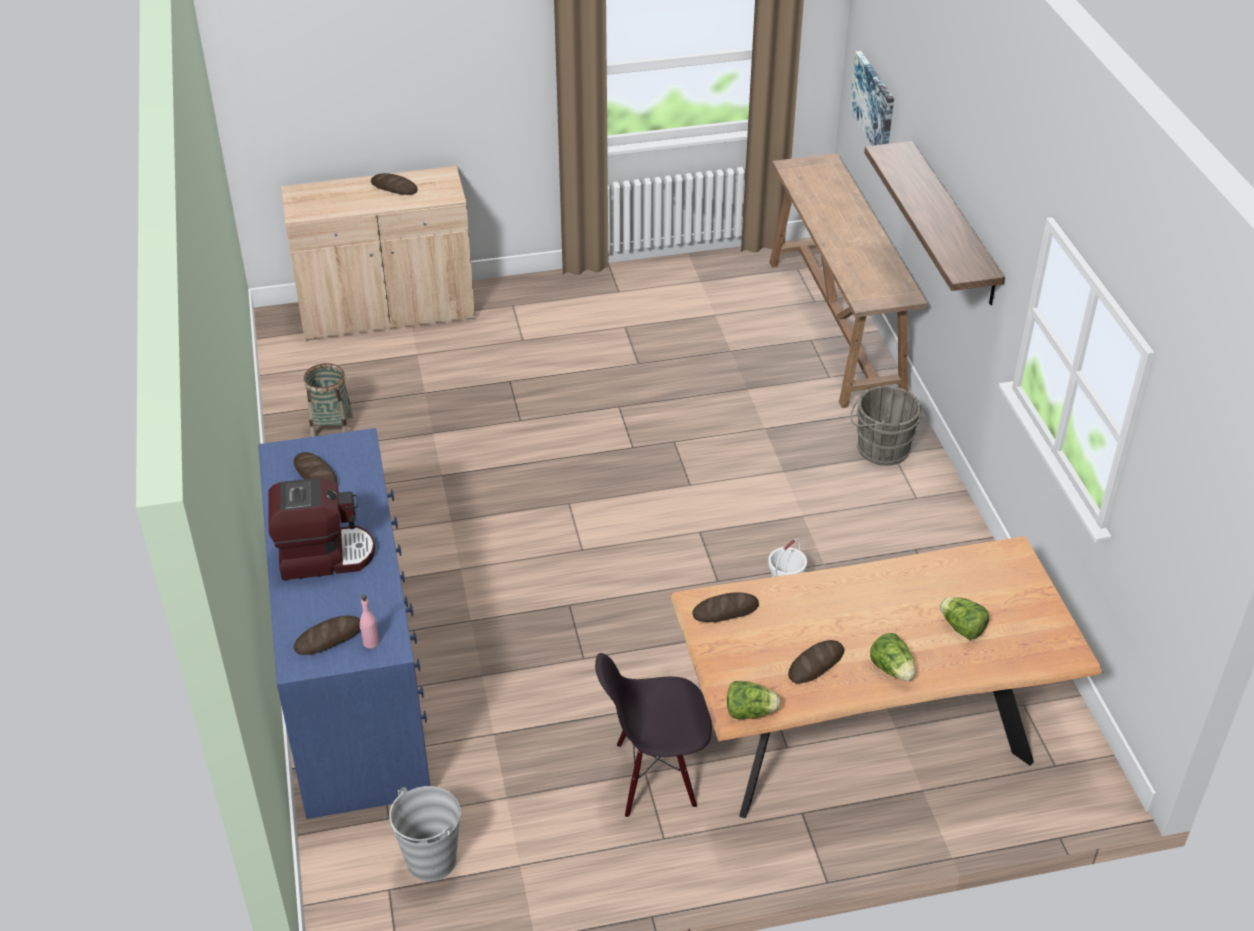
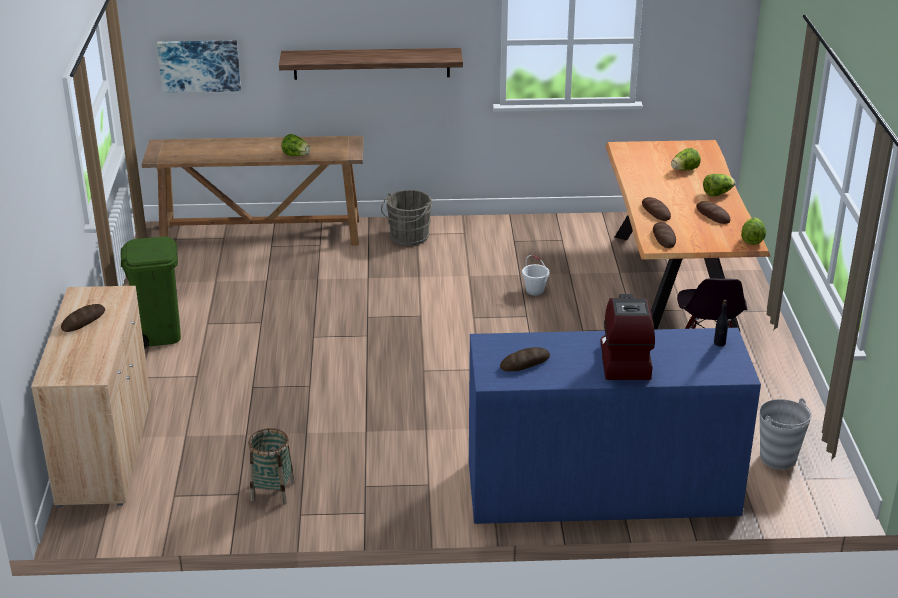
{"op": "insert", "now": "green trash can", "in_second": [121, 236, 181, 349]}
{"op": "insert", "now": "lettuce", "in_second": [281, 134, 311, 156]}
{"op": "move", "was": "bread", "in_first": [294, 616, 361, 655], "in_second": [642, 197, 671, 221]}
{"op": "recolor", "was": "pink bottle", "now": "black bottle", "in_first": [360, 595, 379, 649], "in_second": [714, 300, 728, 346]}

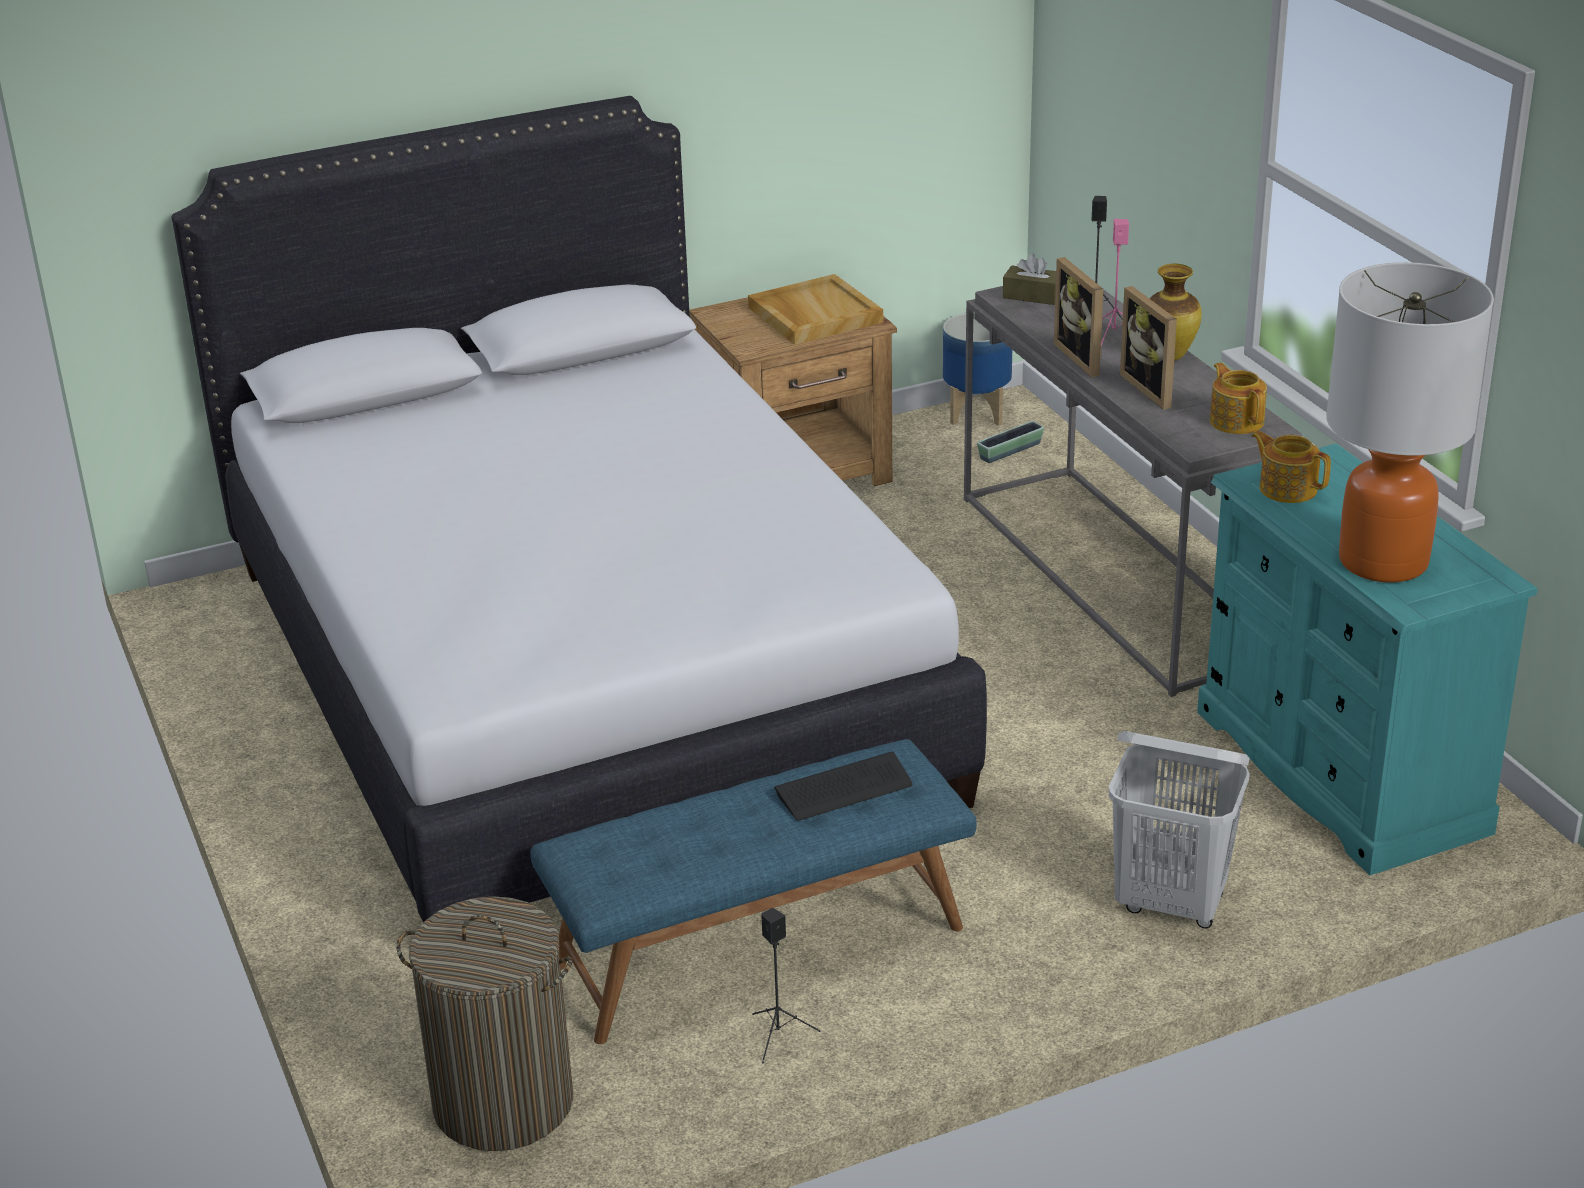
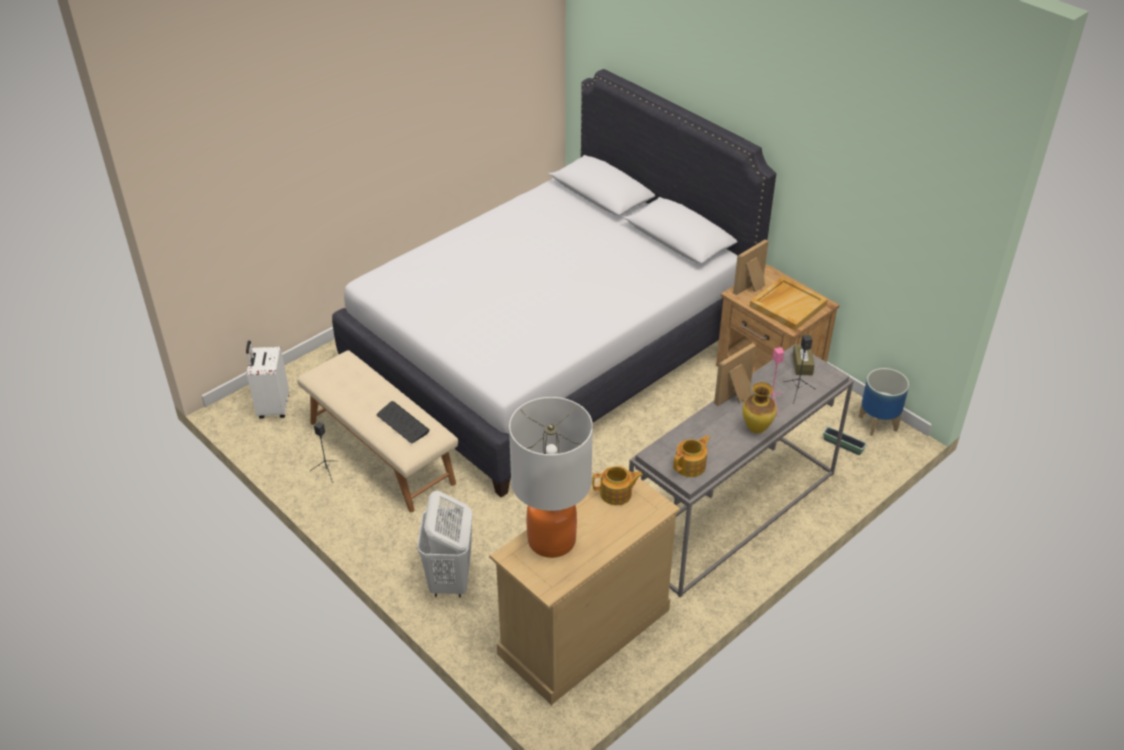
{"op": "replace", "was": "laundry basket", "now": "white suitcase", "in_first": [396, 896, 573, 1151], "in_second": [246, 340, 289, 419]}
{"op": "recolor", "was": "blue bench", "now": "beige bench", "in_first": [530, 739, 977, 1044], "in_second": [297, 350, 458, 512]}
{"op": "recolor", "was": "turquoise dresser", "now": "beige dresser", "in_first": [1197, 443, 1538, 875], "in_second": [489, 465, 680, 705]}
{"op": "rotate", "was": "teapot", "in_first": [1251, 431, 1331, 503], "in_second": [592, 466, 643, 505], "clockwise": 60}
{"op": "move", "was": "picture frame", "in_first": [1120, 286, 1177, 410], "in_second": [733, 239, 769, 295]}

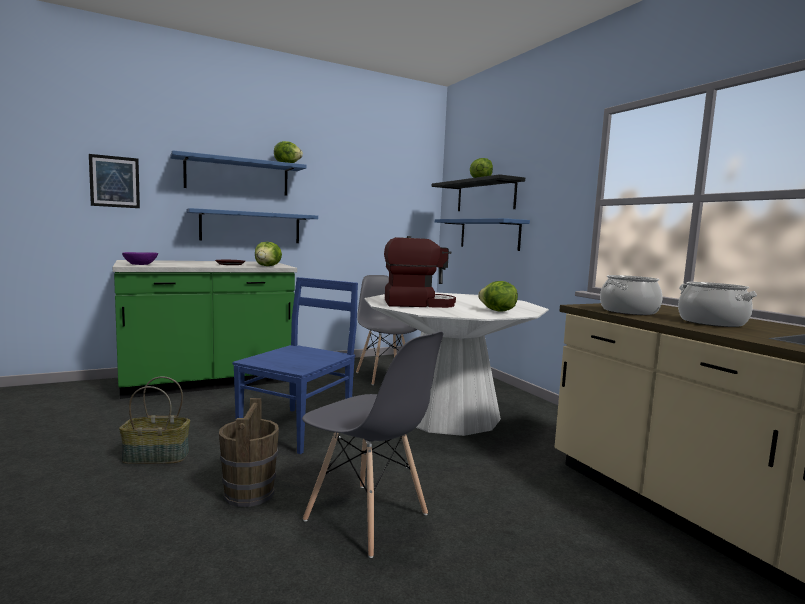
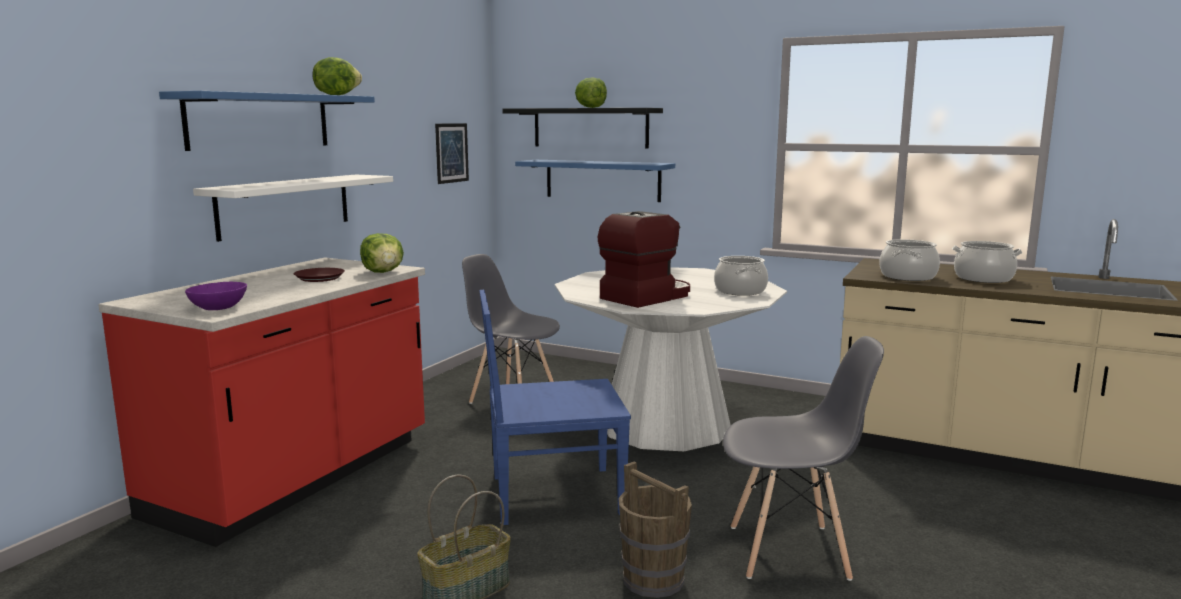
{"op": "recolor", "was": "green counter", "now": "red counter", "in_first": [113, 260, 297, 399], "in_second": [98, 257, 425, 547]}
{"op": "recolor", "was": "blue shelf", "now": "white shelf", "in_first": [186, 208, 318, 243], "in_second": [193, 175, 393, 242]}
{"op": "move", "was": "picture", "in_first": [89, 154, 140, 208], "in_second": [435, 123, 469, 184]}
{"op": "rotate", "was": "blue chair", "in_first": [232, 277, 358, 454], "in_second": [479, 290, 631, 525], "clockwise": -90}
{"op": "replace", "was": "lettuce", "now": "cooking pot", "in_first": [478, 281, 518, 311], "in_second": [714, 256, 768, 296]}

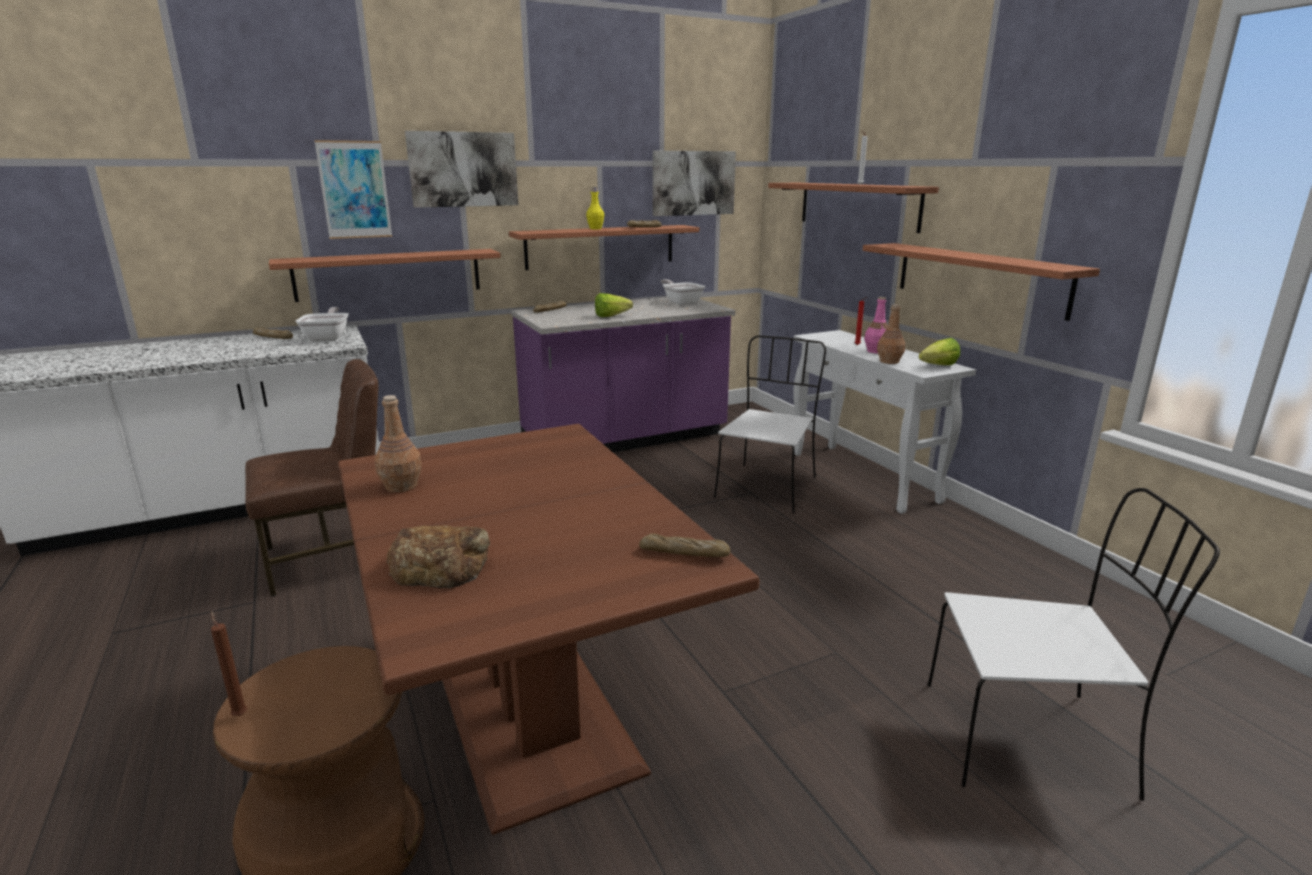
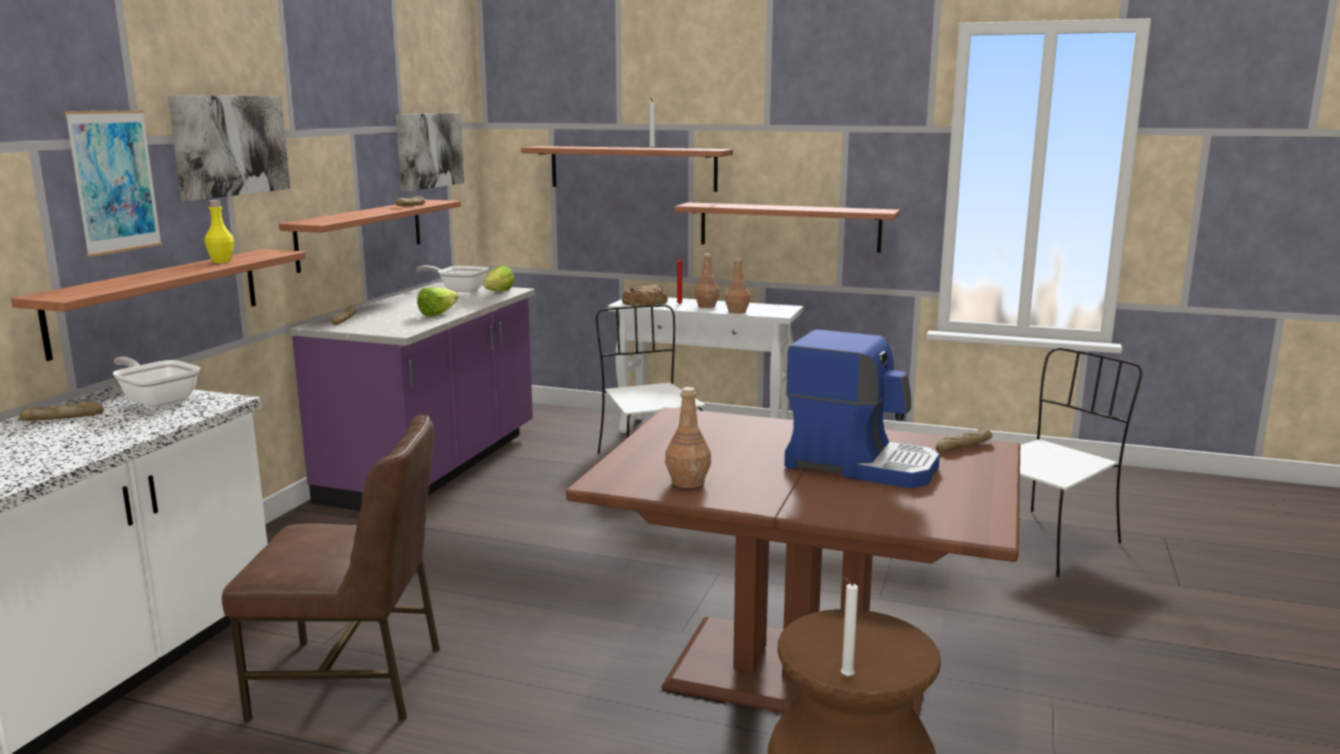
{"op": "move", "was": "yellow bottle", "in_first": [586, 187, 604, 229], "in_second": [204, 200, 234, 263]}
{"op": "rotate", "was": "brown chair", "in_first": [245, 359, 378, 597], "in_second": [222, 415, 440, 722], "clockwise": 75}
{"op": "move", "was": "lettuce", "in_first": [919, 338, 960, 365], "in_second": [484, 265, 515, 291]}
{"op": "move", "was": "bread", "in_first": [387, 525, 490, 588], "in_second": [622, 284, 668, 306]}
{"op": "recolor", "was": "pink bottle", "now": "brown bottle", "in_first": [864, 297, 888, 354], "in_second": [695, 253, 719, 308]}
{"op": "insert", "now": "coffee machine", "in_second": [784, 329, 940, 488]}
{"op": "recolor", "was": "brown candle", "now": "white candle", "in_first": [211, 611, 247, 716], "in_second": [841, 576, 858, 677]}

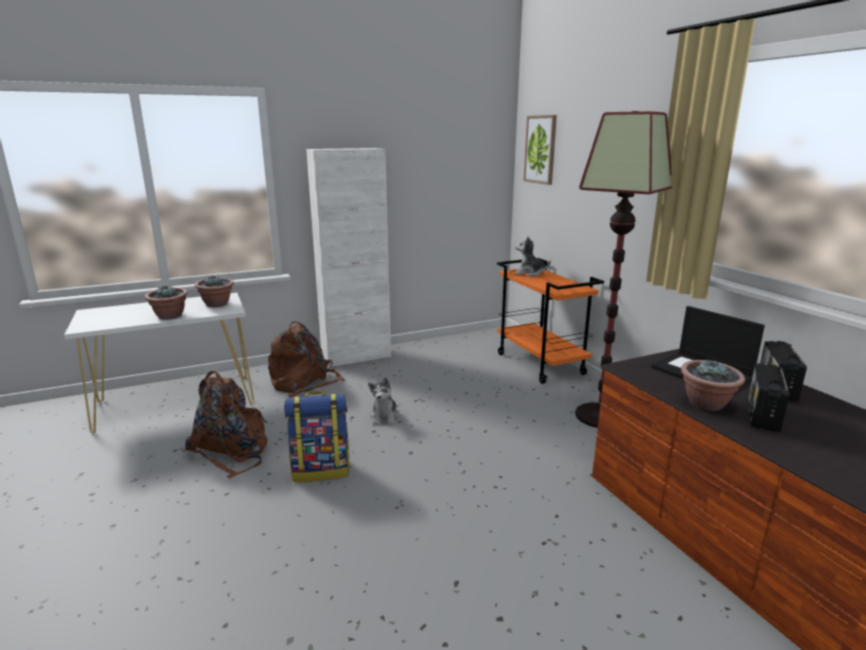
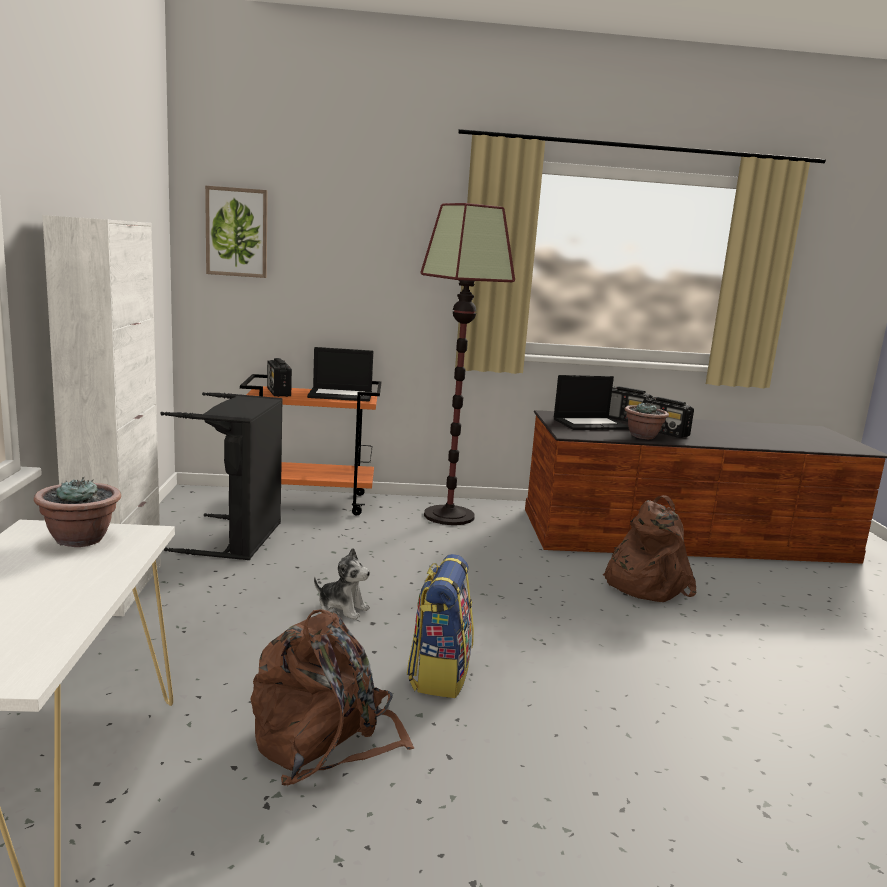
{"op": "insert", "now": "black laundry basket", "in_second": [160, 392, 283, 560]}
{"op": "replace", "was": "plush toy", "now": "radio", "in_first": [515, 236, 551, 276], "in_second": [267, 358, 292, 397]}
{"op": "insert", "now": "laptop", "in_second": [307, 347, 373, 402]}
{"op": "move", "was": "brown backpack", "in_first": [268, 321, 345, 398], "in_second": [603, 495, 696, 602]}
{"op": "delete", "was": "potted plant", "in_first": [145, 285, 188, 320]}

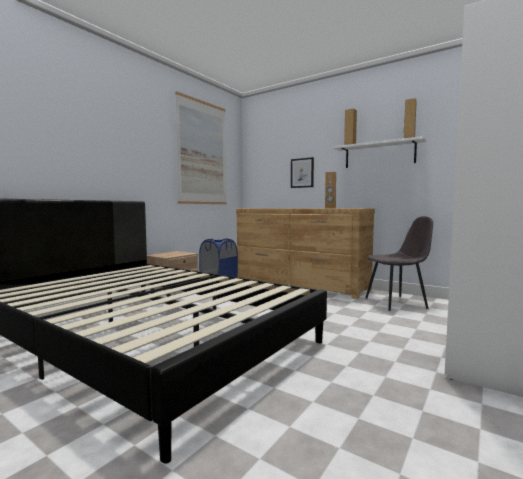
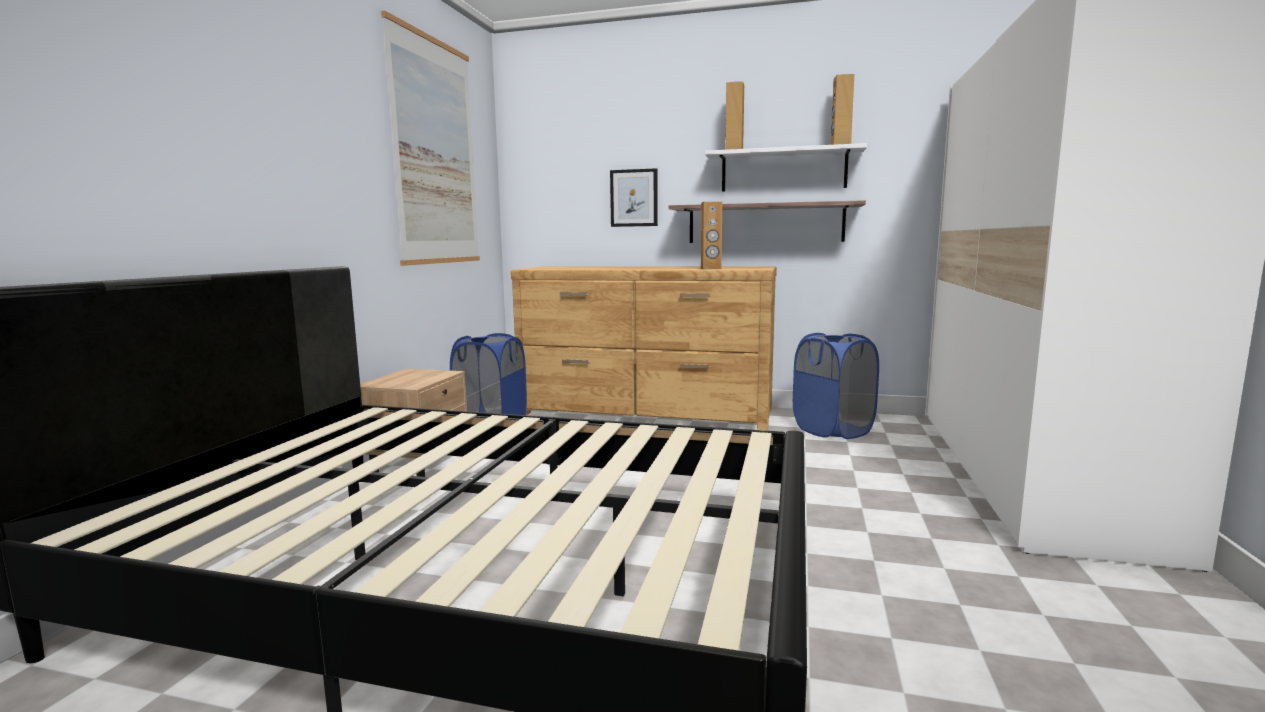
{"op": "insert", "now": "shelf", "in_second": [669, 200, 866, 243]}
{"op": "replace", "was": "grey chair", "now": "blue laundry basket", "in_first": [366, 216, 433, 311], "in_second": [793, 333, 879, 439]}

